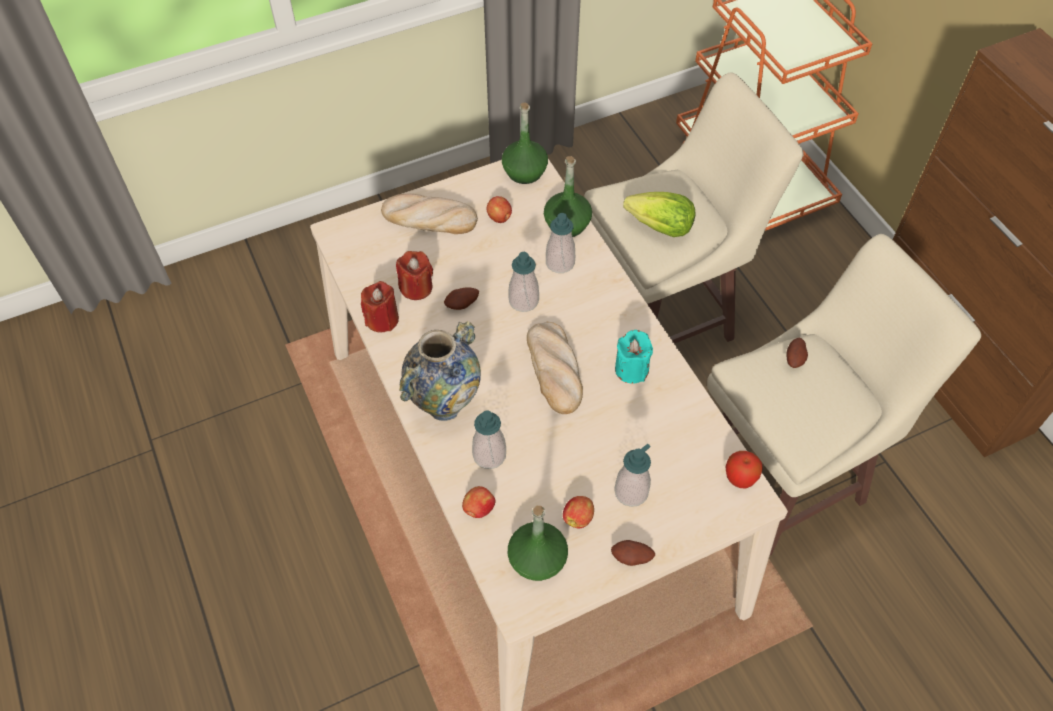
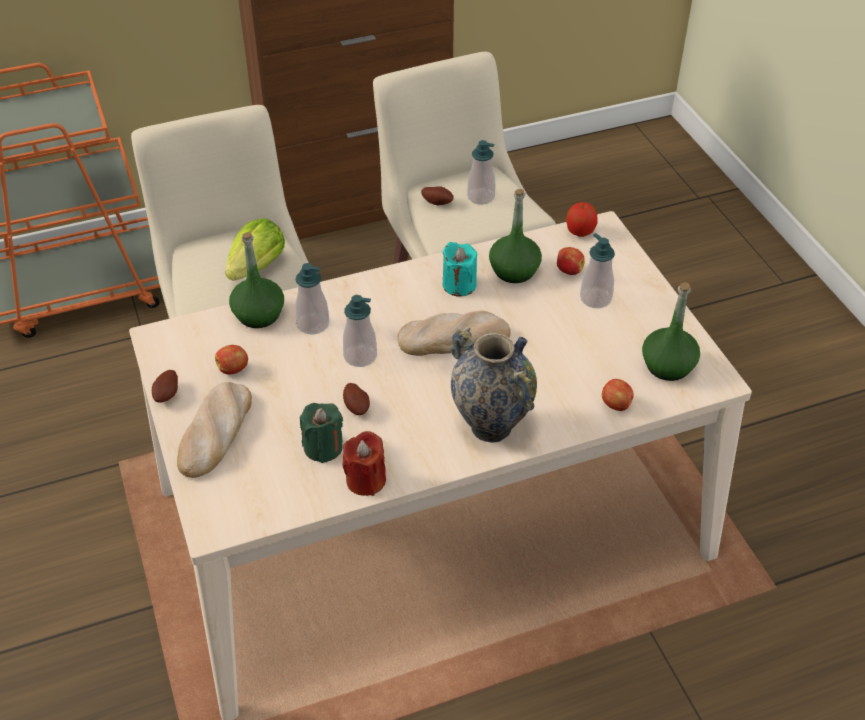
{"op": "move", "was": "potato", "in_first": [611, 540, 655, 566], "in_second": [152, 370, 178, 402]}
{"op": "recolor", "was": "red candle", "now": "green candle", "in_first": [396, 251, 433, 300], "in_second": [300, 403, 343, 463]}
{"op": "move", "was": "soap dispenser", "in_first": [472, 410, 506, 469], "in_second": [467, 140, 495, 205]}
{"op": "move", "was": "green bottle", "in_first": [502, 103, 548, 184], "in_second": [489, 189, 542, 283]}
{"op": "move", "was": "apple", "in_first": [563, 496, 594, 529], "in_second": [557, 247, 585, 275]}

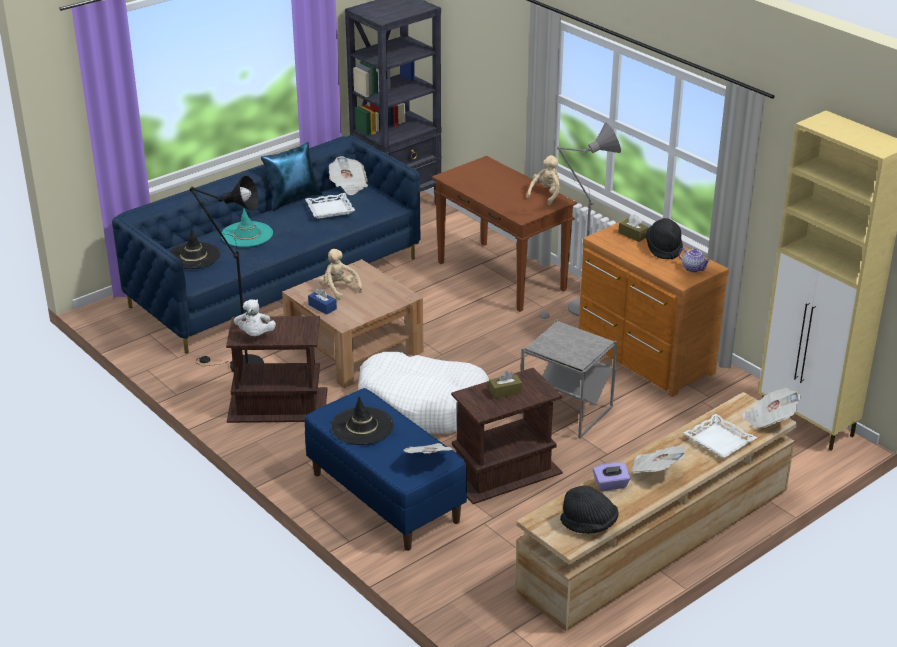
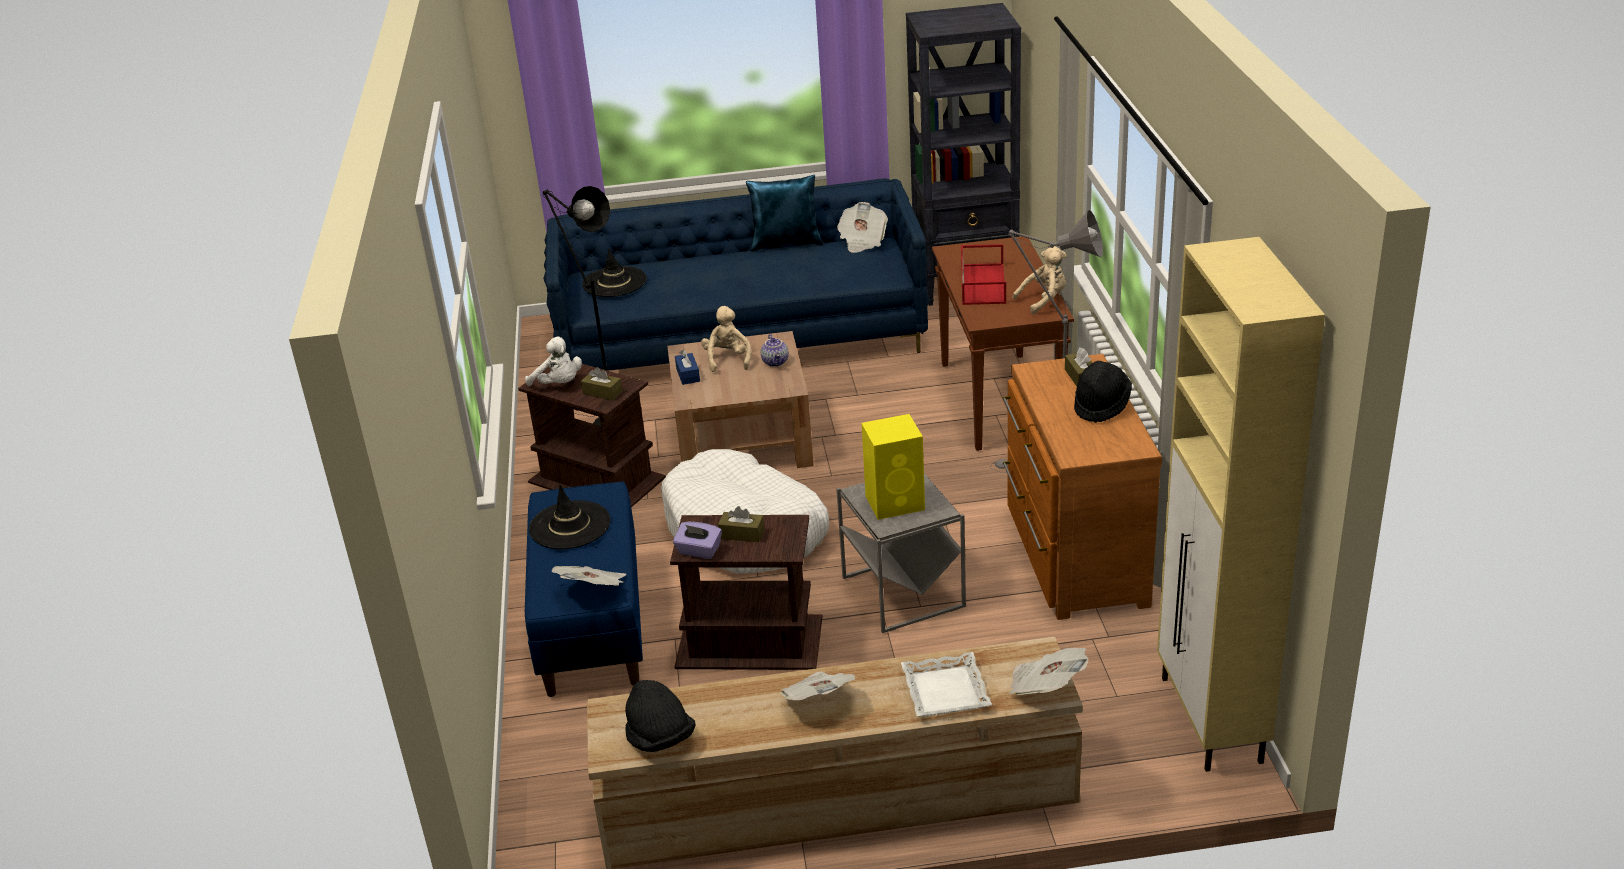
{"op": "rotate", "was": "white plush toy", "in_first": [234, 299, 276, 336], "in_second": [525, 337, 582, 386], "clockwise": -75}
{"op": "insert", "now": "brown tissue box", "in_second": [581, 367, 623, 401]}
{"op": "move", "was": "purple tissue box", "in_first": [593, 462, 631, 491], "in_second": [673, 522, 722, 559]}
{"op": "move", "was": "teapot", "in_first": [678, 248, 710, 273], "in_second": [760, 334, 789, 367]}
{"op": "insert", "now": "yellow speaker", "in_second": [862, 414, 925, 520]}
{"op": "insert", "now": "red tray", "in_second": [961, 244, 1006, 305]}
{"op": "delete", "was": "turquoise hat", "in_first": [221, 208, 273, 247]}
{"op": "delete", "was": "white tray", "in_first": [305, 193, 355, 219]}

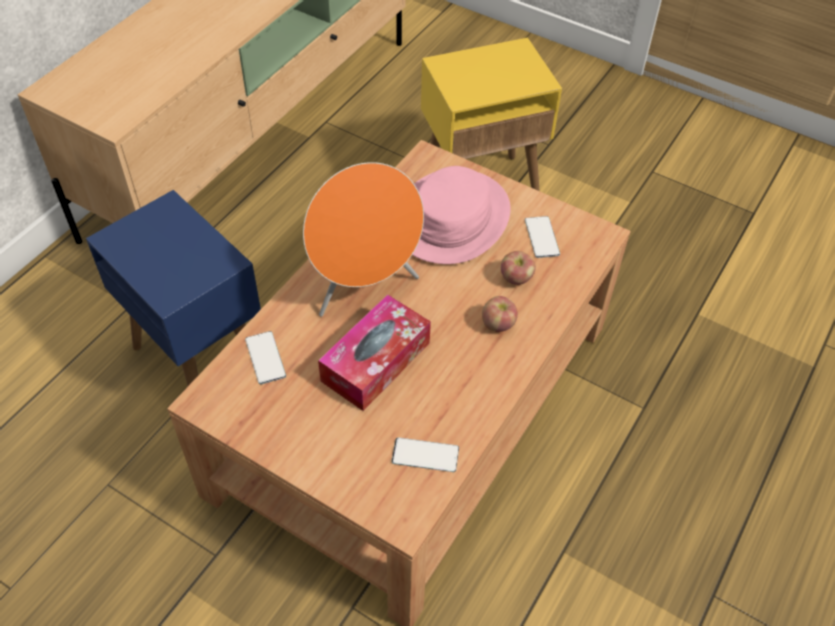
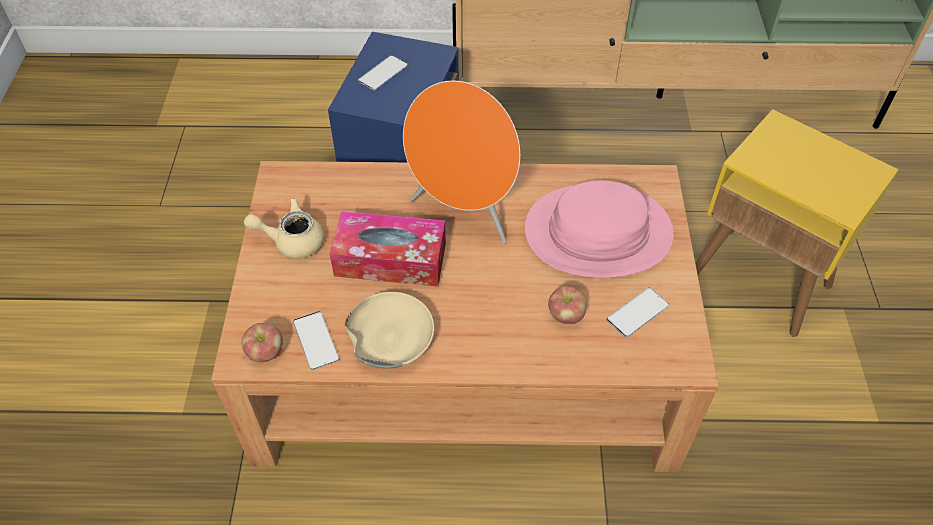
{"op": "move", "was": "apple", "in_first": [482, 296, 518, 332], "in_second": [242, 323, 283, 362]}
{"op": "insert", "now": "beige teapot", "in_second": [244, 198, 324, 258]}
{"op": "insert", "now": "beige bowl", "in_second": [345, 292, 434, 369]}
{"op": "move", "was": "phone", "in_first": [245, 331, 286, 384], "in_second": [358, 55, 408, 90]}

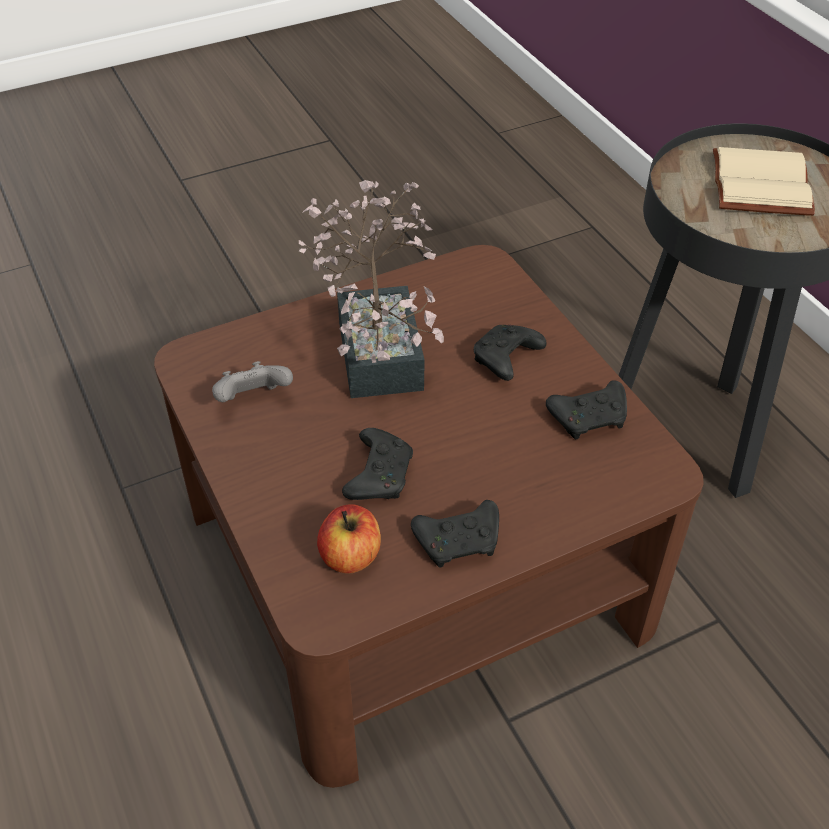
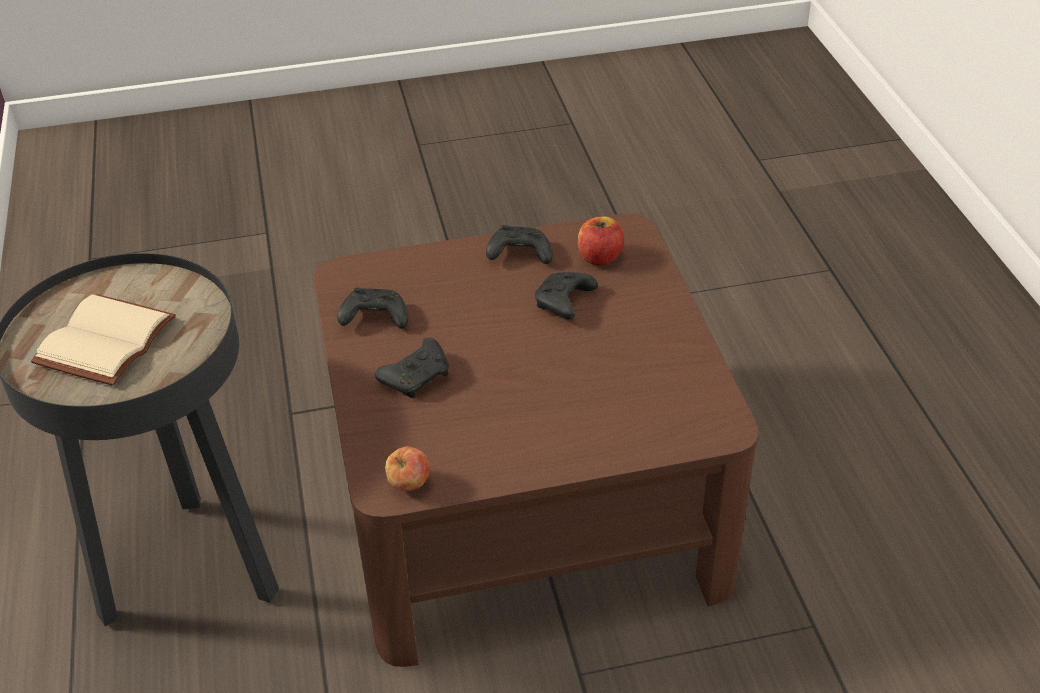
{"op": "insert", "now": "apple", "in_second": [385, 446, 430, 491]}
{"op": "delete", "was": "grey game controller", "in_first": [212, 361, 293, 402]}
{"op": "delete", "was": "potted plant", "in_first": [299, 180, 444, 398]}

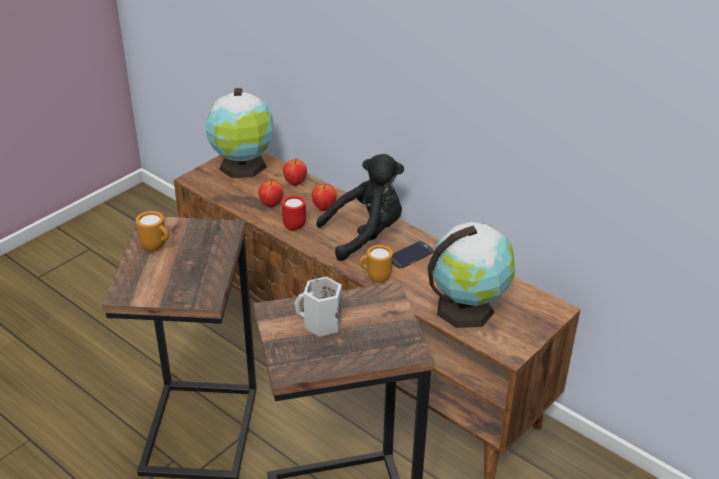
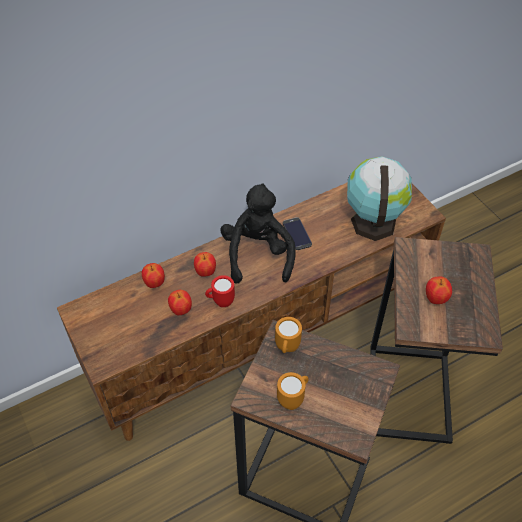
{"op": "move", "was": "orange mug", "in_first": [359, 245, 393, 283], "in_second": [275, 317, 302, 353]}
{"op": "replace", "was": "white mug", "now": "apple", "in_first": [294, 277, 342, 337], "in_second": [426, 276, 452, 304]}
{"op": "delete", "was": "globe", "in_first": [206, 88, 274, 178]}

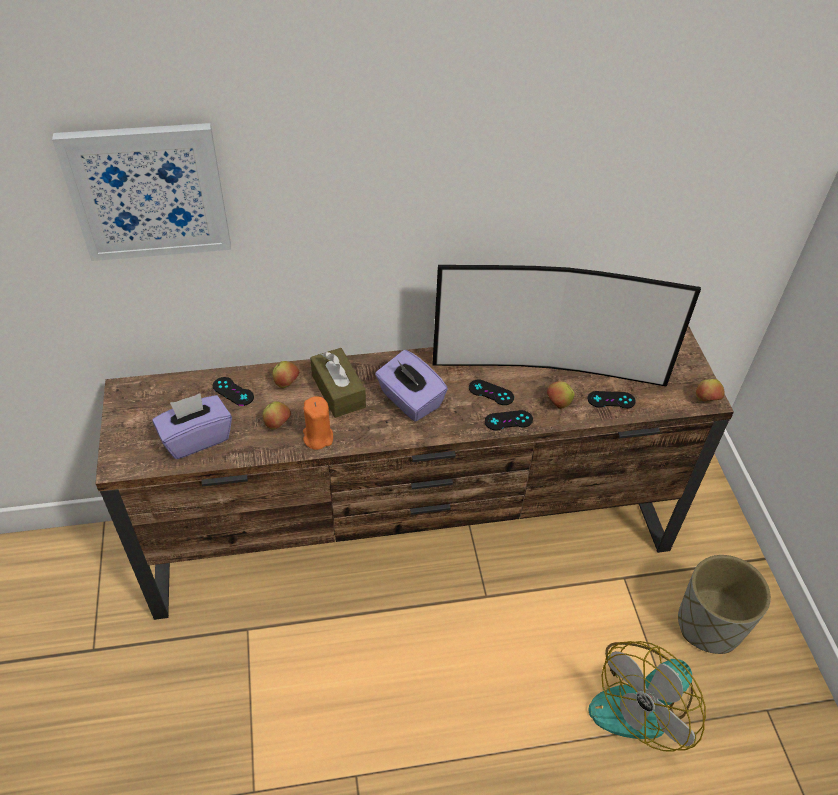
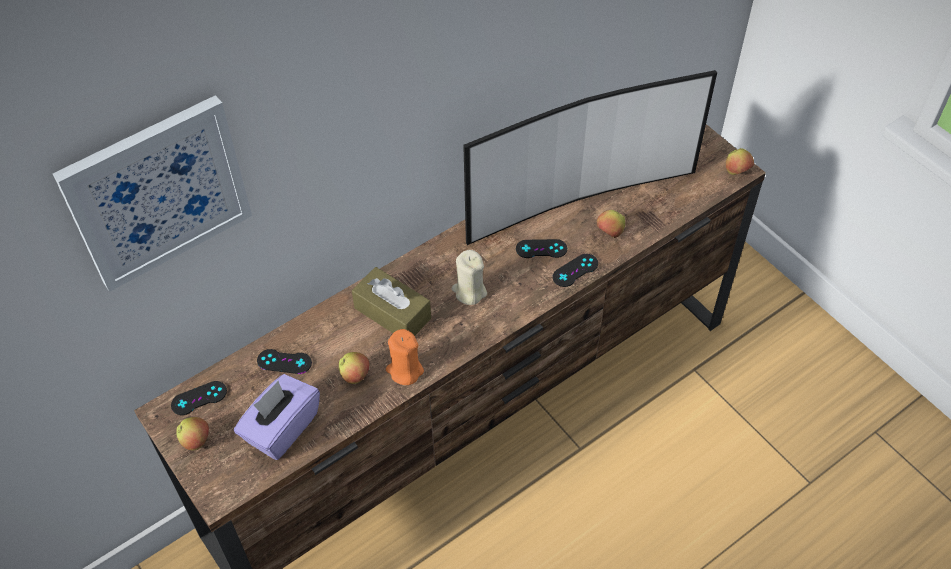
{"op": "move", "was": "black game controller", "in_first": [588, 391, 636, 409], "in_second": [171, 381, 227, 415]}
{"op": "move", "was": "apple", "in_first": [273, 361, 299, 388], "in_second": [176, 417, 209, 450]}
{"op": "replace", "was": "purple tissue box", "now": "beige candle", "in_first": [375, 350, 448, 422], "in_second": [452, 250, 487, 305]}
{"op": "delete", "was": "fan", "in_first": [589, 641, 706, 752]}
{"op": "delete", "was": "grey planter", "in_first": [678, 555, 771, 654]}

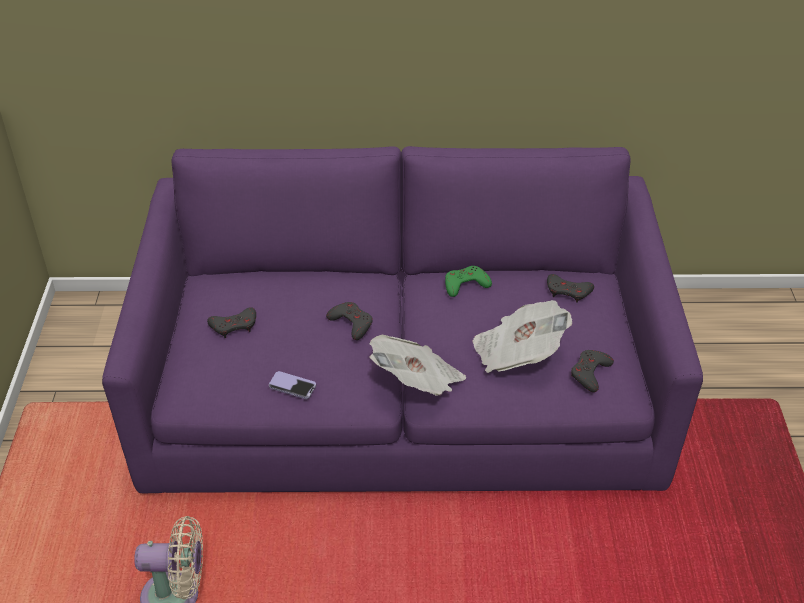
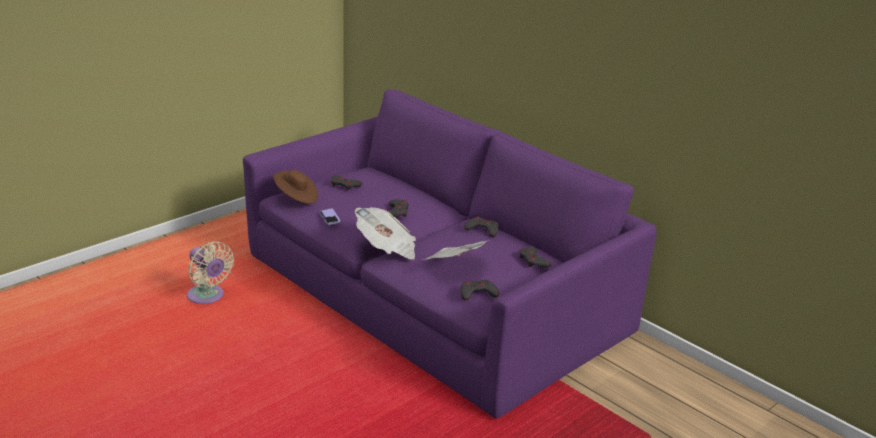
{"op": "insert", "now": "brown hat", "in_second": [273, 170, 318, 204]}
{"op": "recolor", "was": "green game controller", "now": "grey game controller", "in_first": [445, 266, 492, 297], "in_second": [464, 216, 499, 237]}

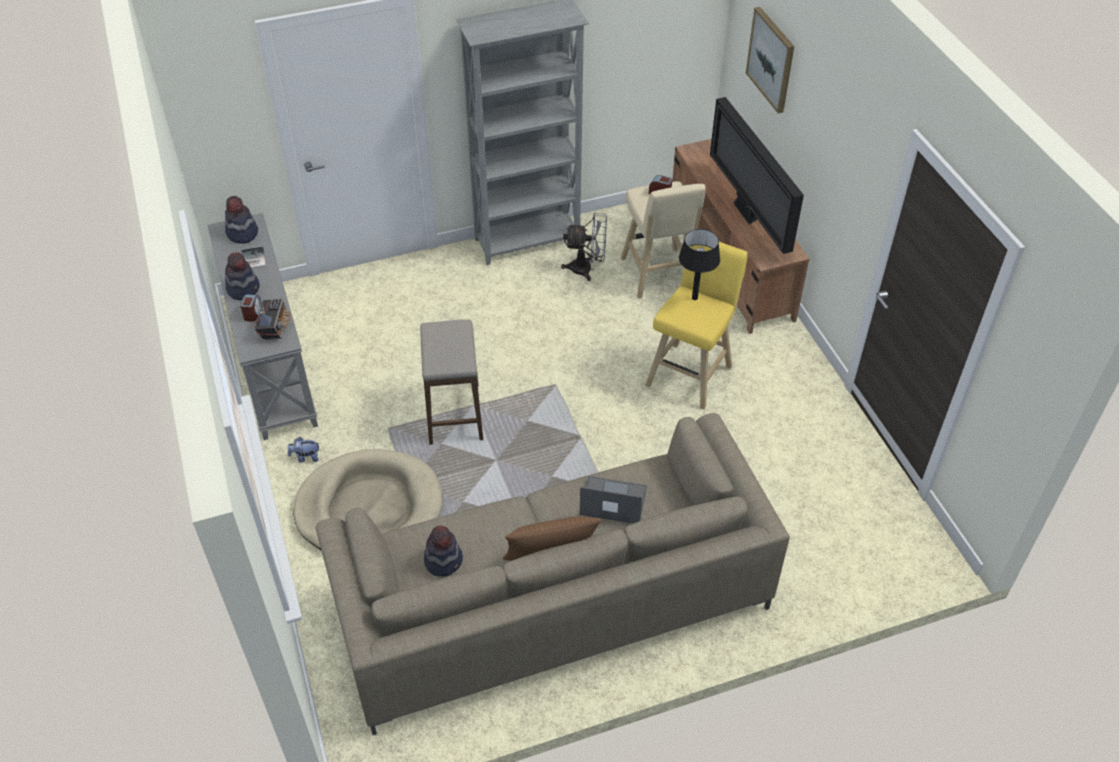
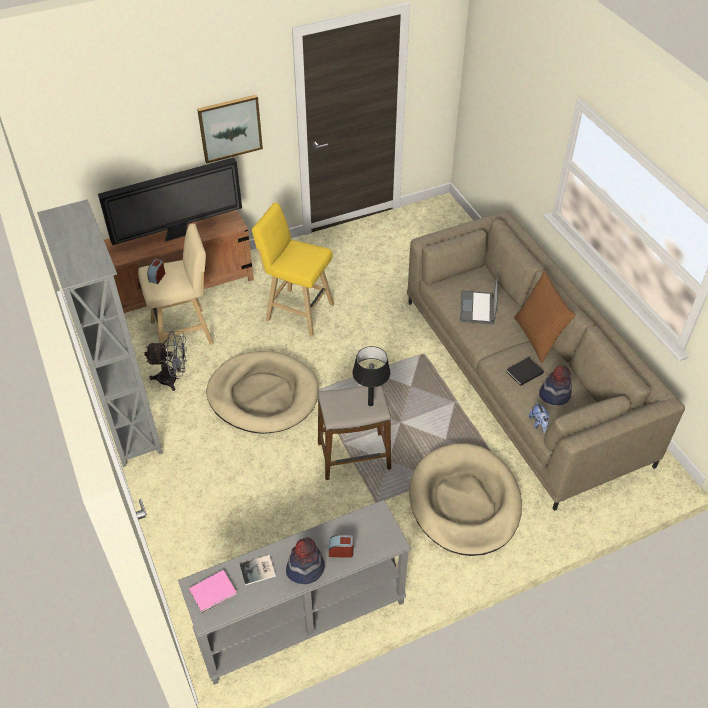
{"op": "rotate", "was": "grey fan", "in_first": [561, 213, 607, 281], "in_second": [144, 331, 187, 391], "clockwise": 90}
{"op": "replace", "was": "hat", "now": "pink book", "in_first": [225, 196, 258, 244], "in_second": [189, 570, 237, 613]}
{"op": "move", "was": "picture", "in_first": [746, 7, 794, 114], "in_second": [197, 95, 263, 163]}
{"op": "insert", "now": "beige dog bed", "in_second": [206, 351, 319, 434]}
{"op": "move", "was": "black table lamp", "in_first": [679, 229, 720, 300], "in_second": [352, 346, 391, 406]}
{"op": "insert", "now": "black book", "in_second": [506, 357, 544, 386]}
{"op": "move", "was": "plush toy", "in_first": [288, 437, 319, 462], "in_second": [529, 401, 549, 433]}
{"op": "delete", "was": "radio", "in_first": [254, 298, 291, 340]}

